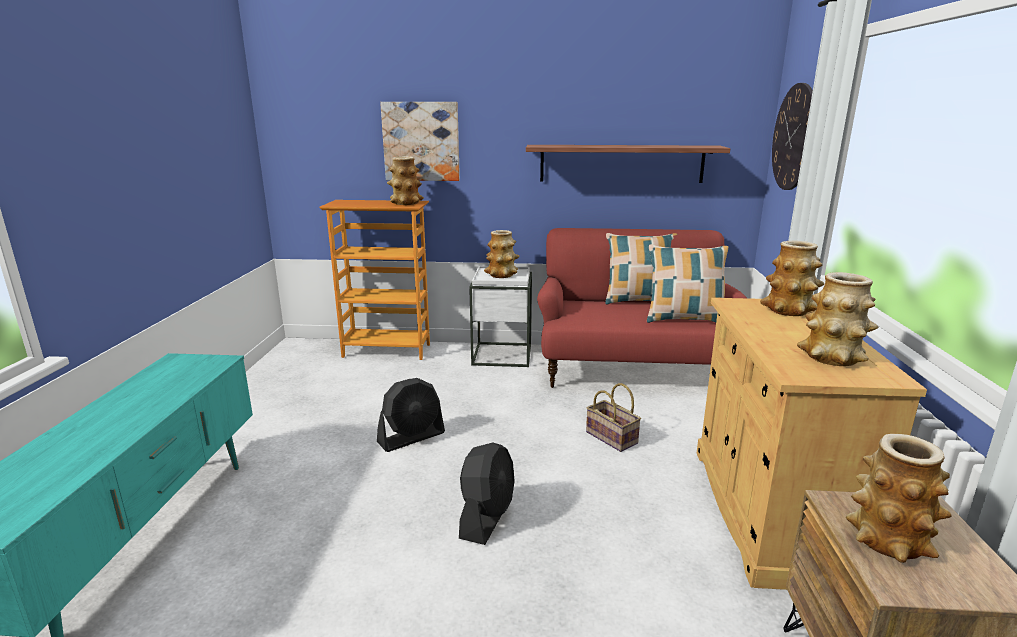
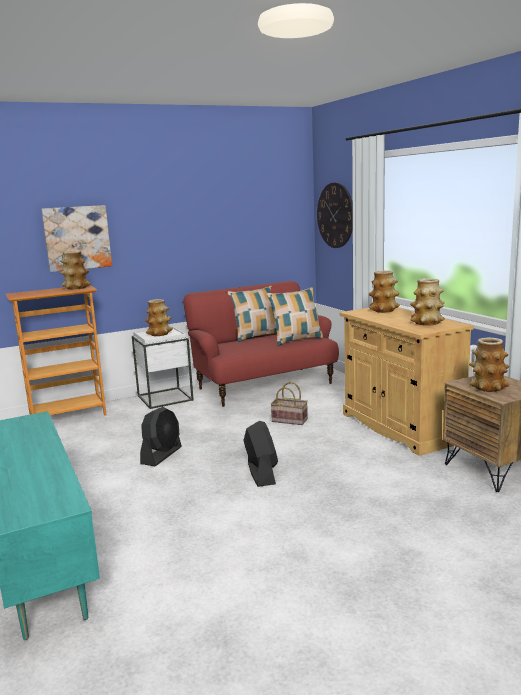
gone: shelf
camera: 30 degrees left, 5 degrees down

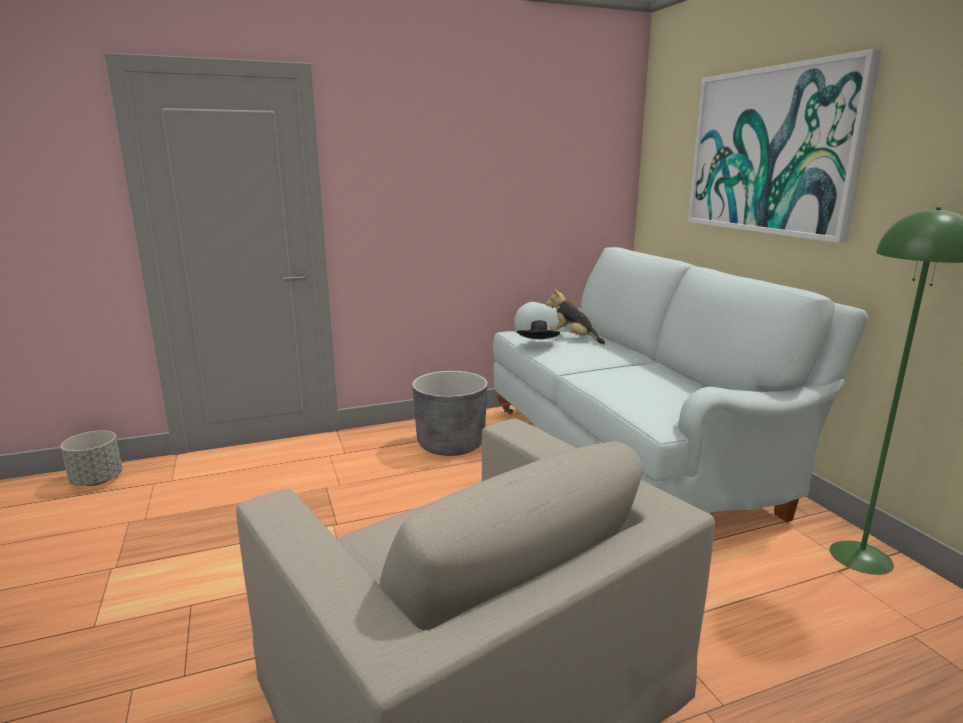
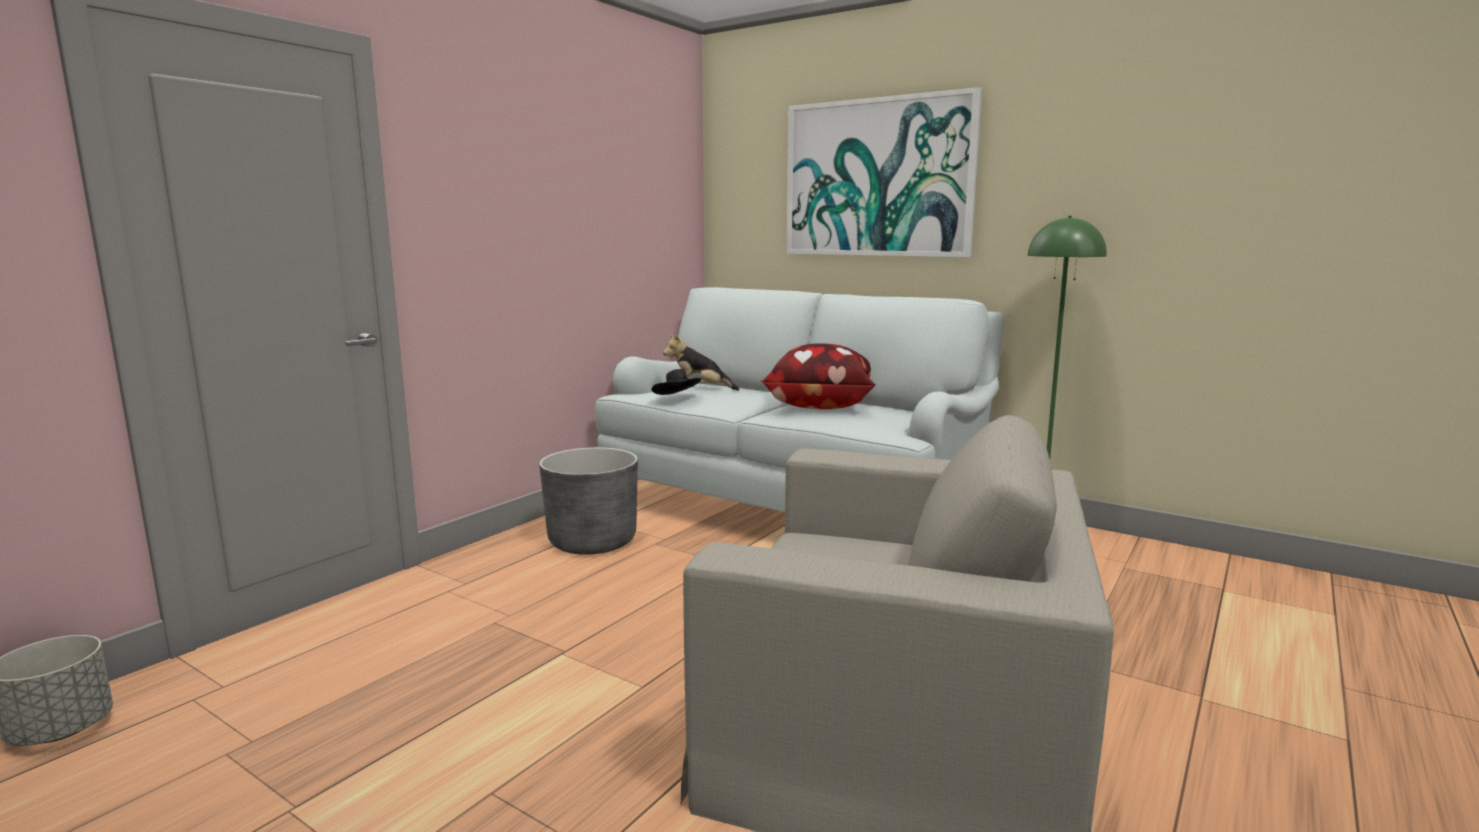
new: pillow
camera: 35 degrees left, 5 degrees down

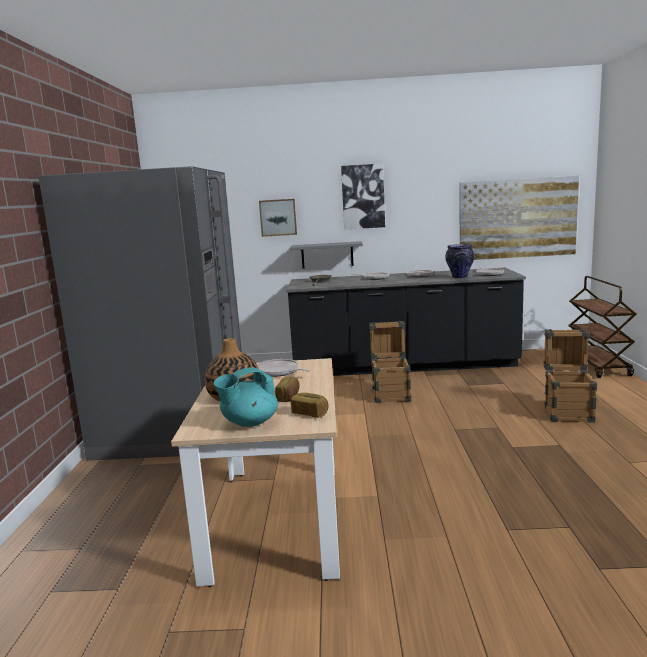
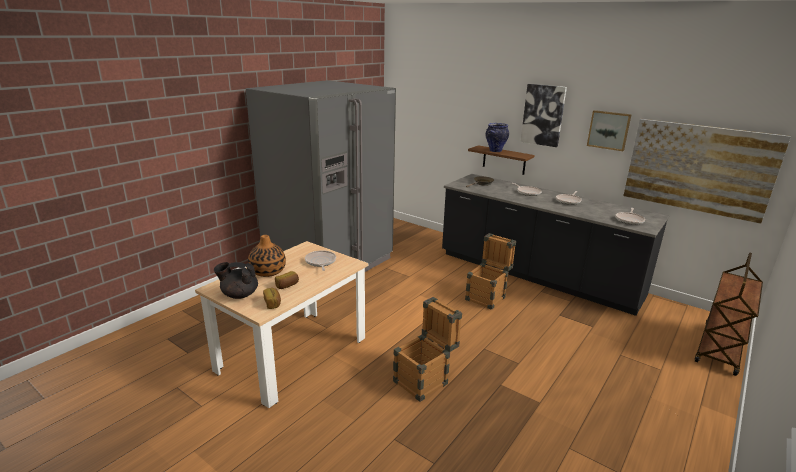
shifted: shipping crate (no. 2 from left in the first image) to shipping crate (no. 1 from left); vase (no. 2 from left); wall picture (no. 1 from left in the first image) to wall picture (no. 2 from left)
repainted: turquoise-coloured tea pot to black tea pot; greyish shelf to brown-coloured shelf
camera: 35 degrees right, 10 degrees up

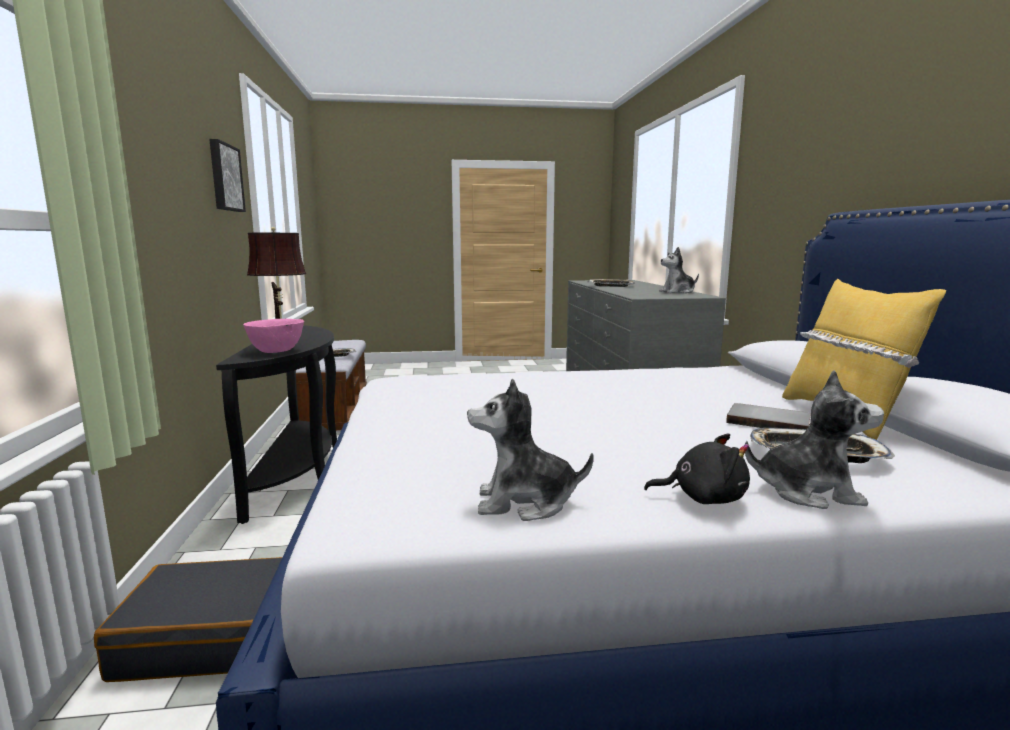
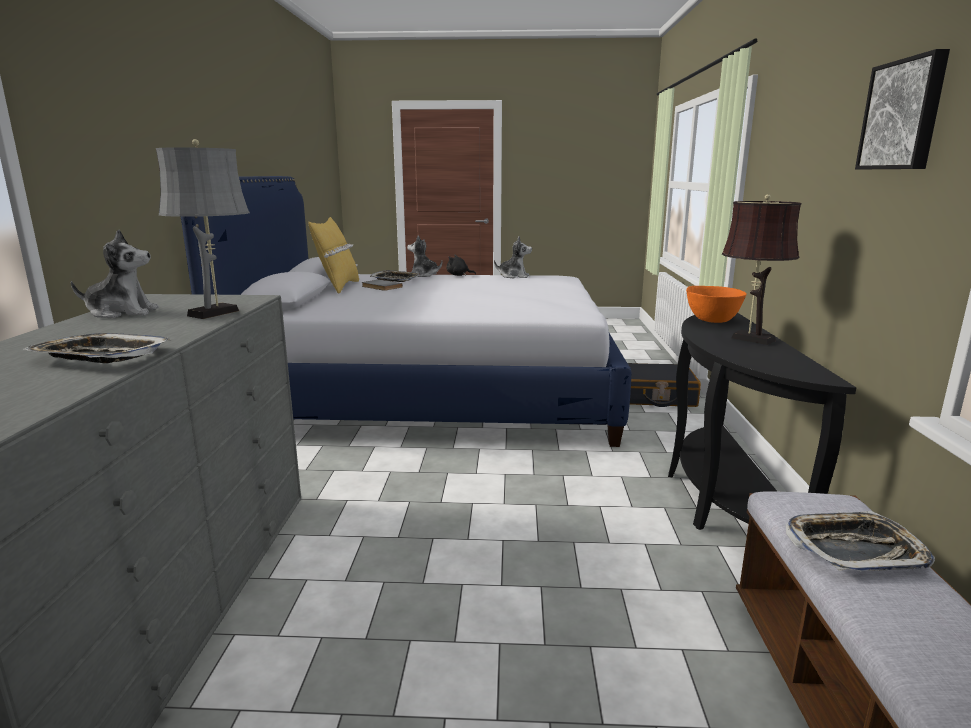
new: greyish table lamp
repainted: pink-coloured bowl to orange bowl
camera: 170 degrees left, 5 degrees up

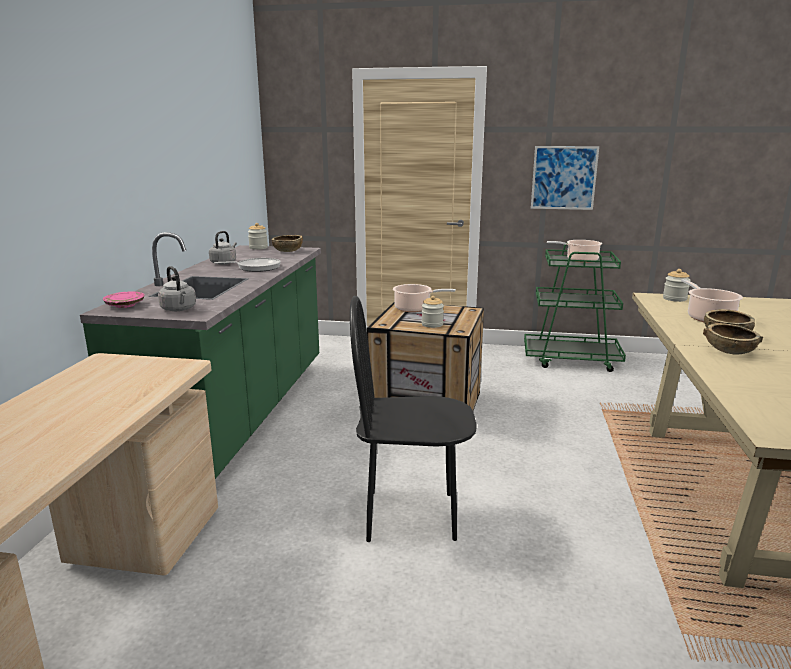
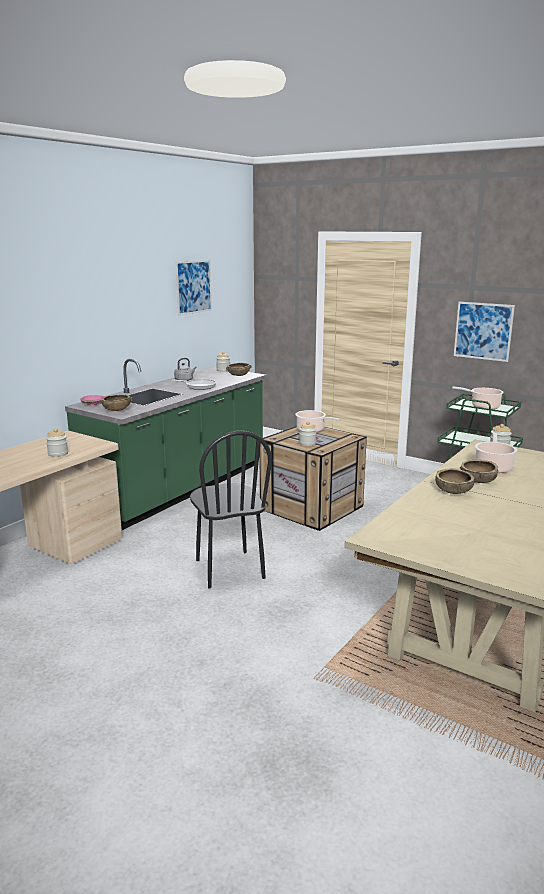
new: preserve jar (no. 1 from left); wall picture (no. 1 from left)
swapped: greyish water kettle (no. 1 from left) to brown-coloured bowl (no. 1 from left)
rotated: black chair 135 degrees counterclockwise
camera: 25 degrees right, 0 degrees up

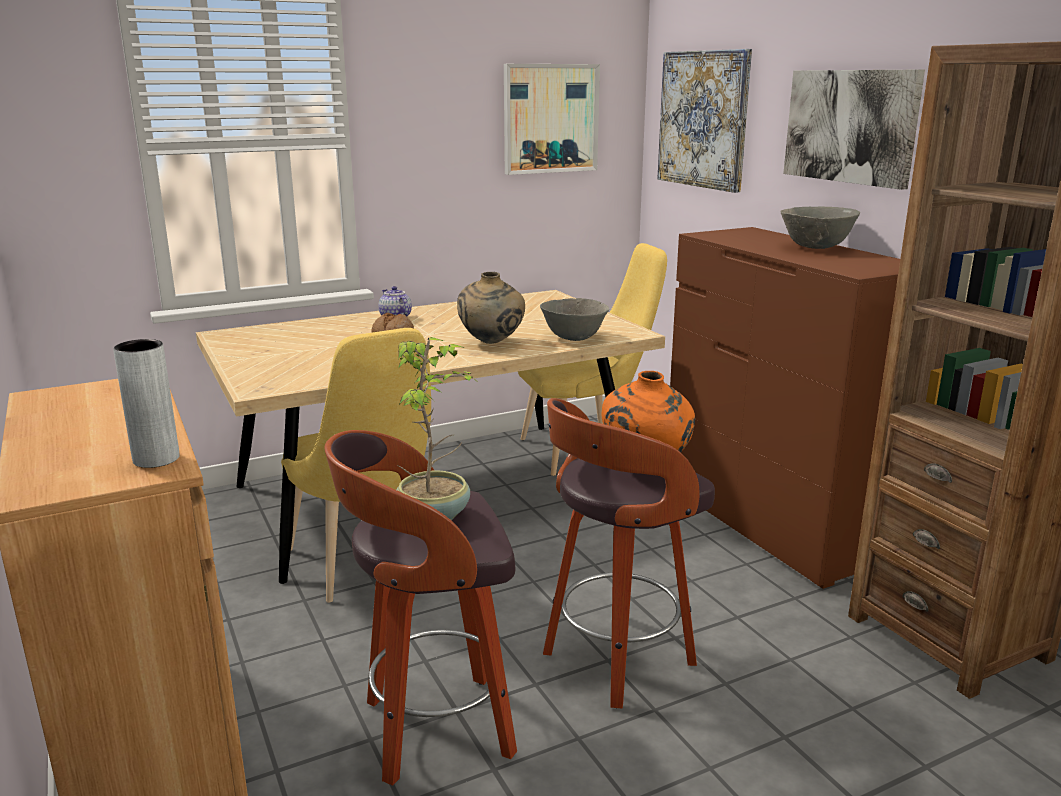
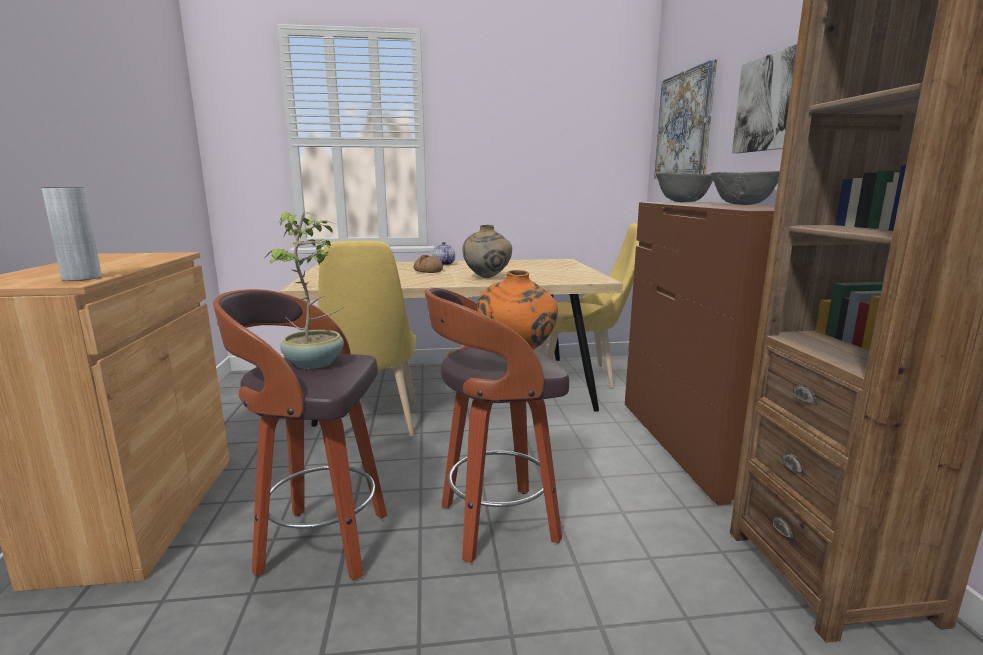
gone: wall picture (no. 1 from left)
shifted: greyish bowl (no. 1 from left)
camera: 20 degrees right, 5 degrees down

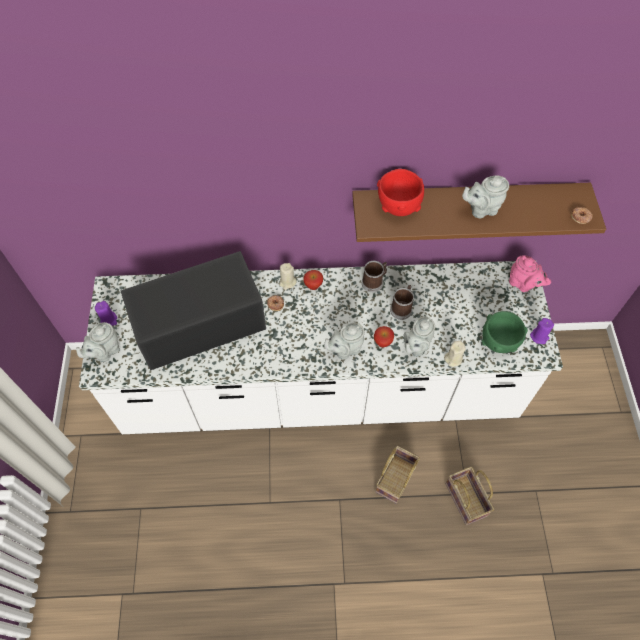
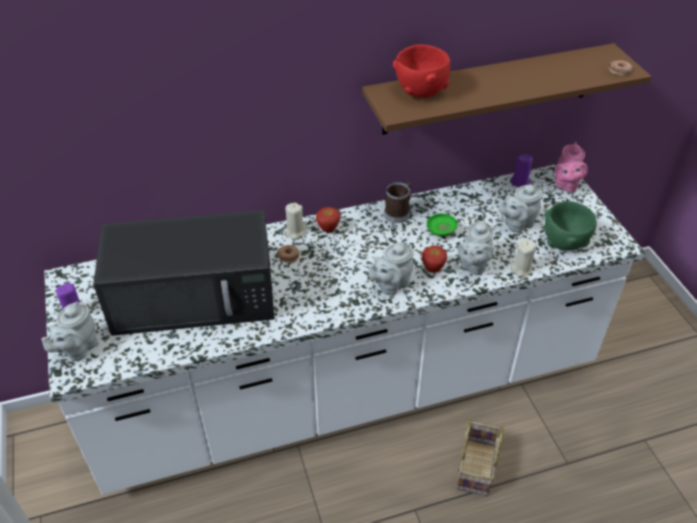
gone: storage basket (no. 2 from left)
shifted: greyish tea pot (no. 4 from left); purplish wax light (no. 2 from left)
swapped: tea mug (no. 2 from left) to green bowl (no. 1 from left)
rotated: black microwave oven 150 degrees counterclockwise; pink-coloured tea pot 75 degrees clockwise
camera: 15 degrees left, 15 degrees down

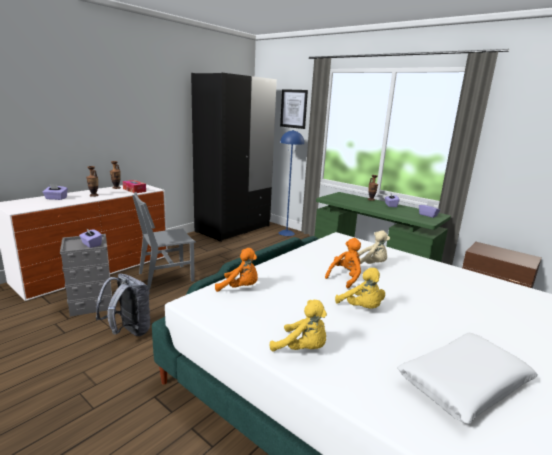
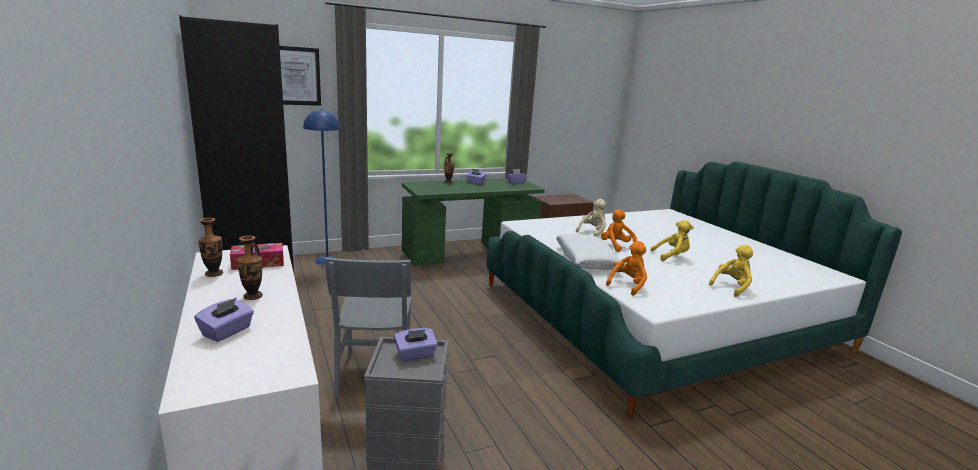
gone: greyish rucksack
shifted: whitish pillow
camera: 65 degrees left, 0 degrees up

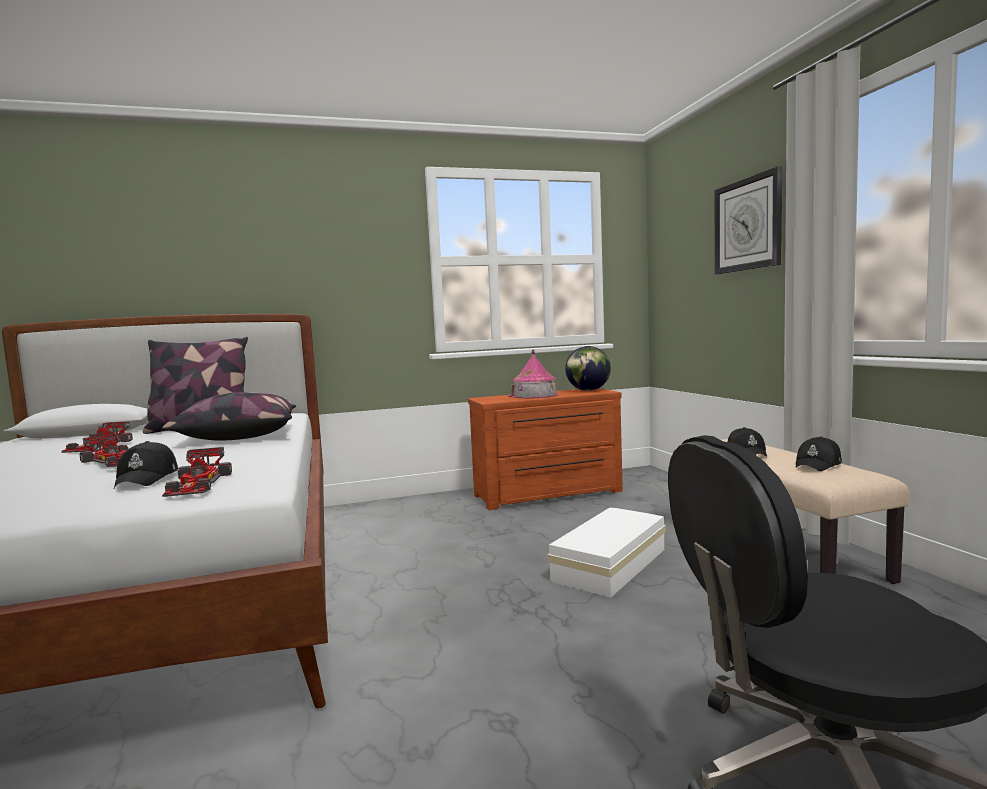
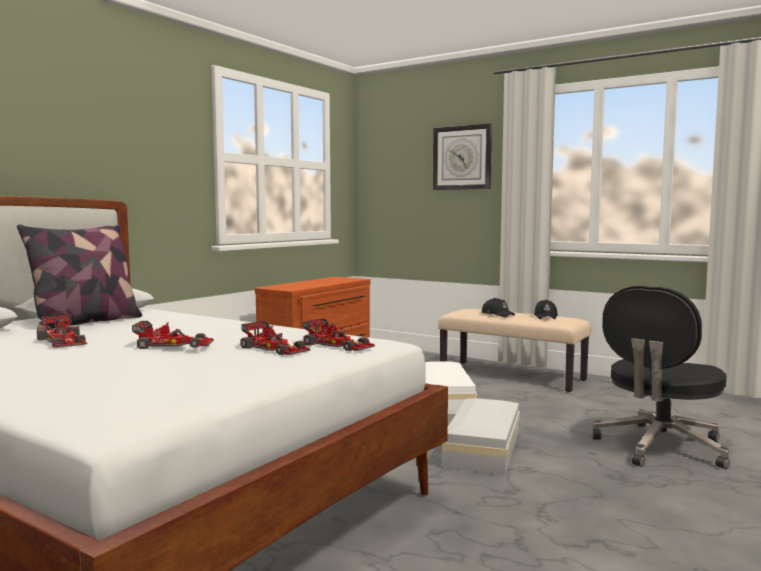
gone: pillow (no. 2 from left); toy house; globe
new: whitish storage container (no. 2 from left)
swapped: black cap (no. 1 from left) to model car (no. 3 from left)
camera: 40 degrees left, 0 degrees up

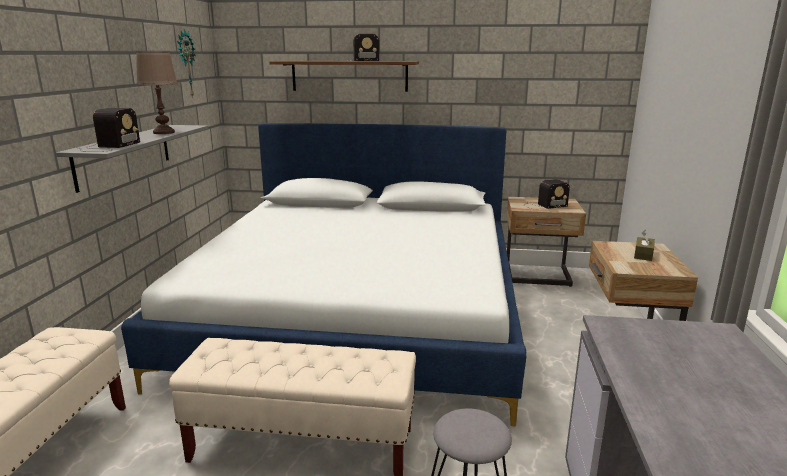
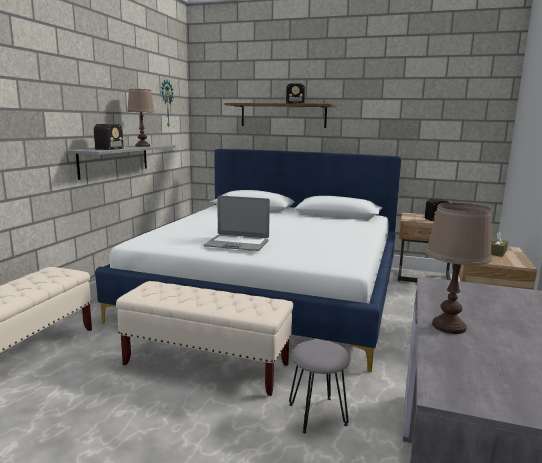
new: portable computer; brown-coloured table lamp (no. 2 from left)
camera: 10 degrees right, 5 degrees down

